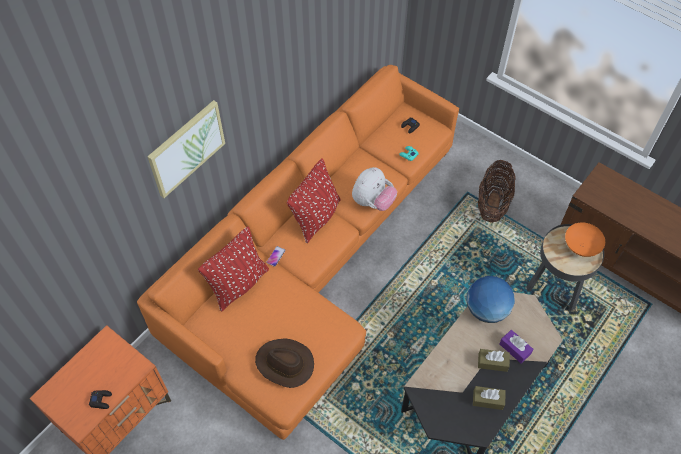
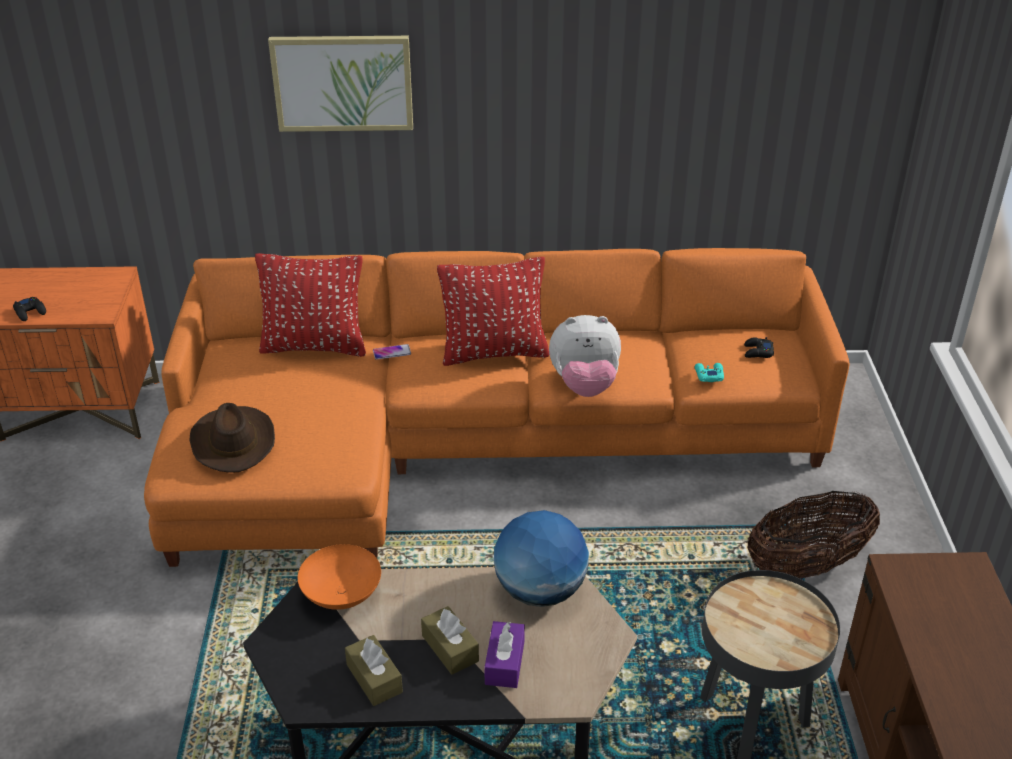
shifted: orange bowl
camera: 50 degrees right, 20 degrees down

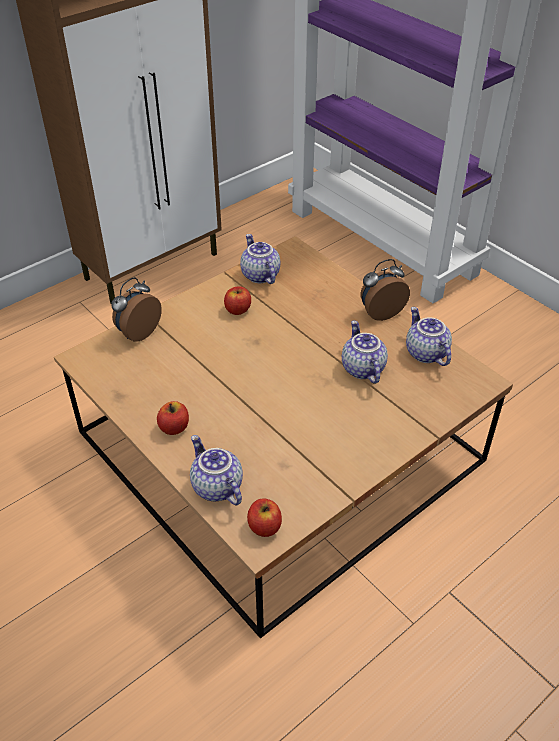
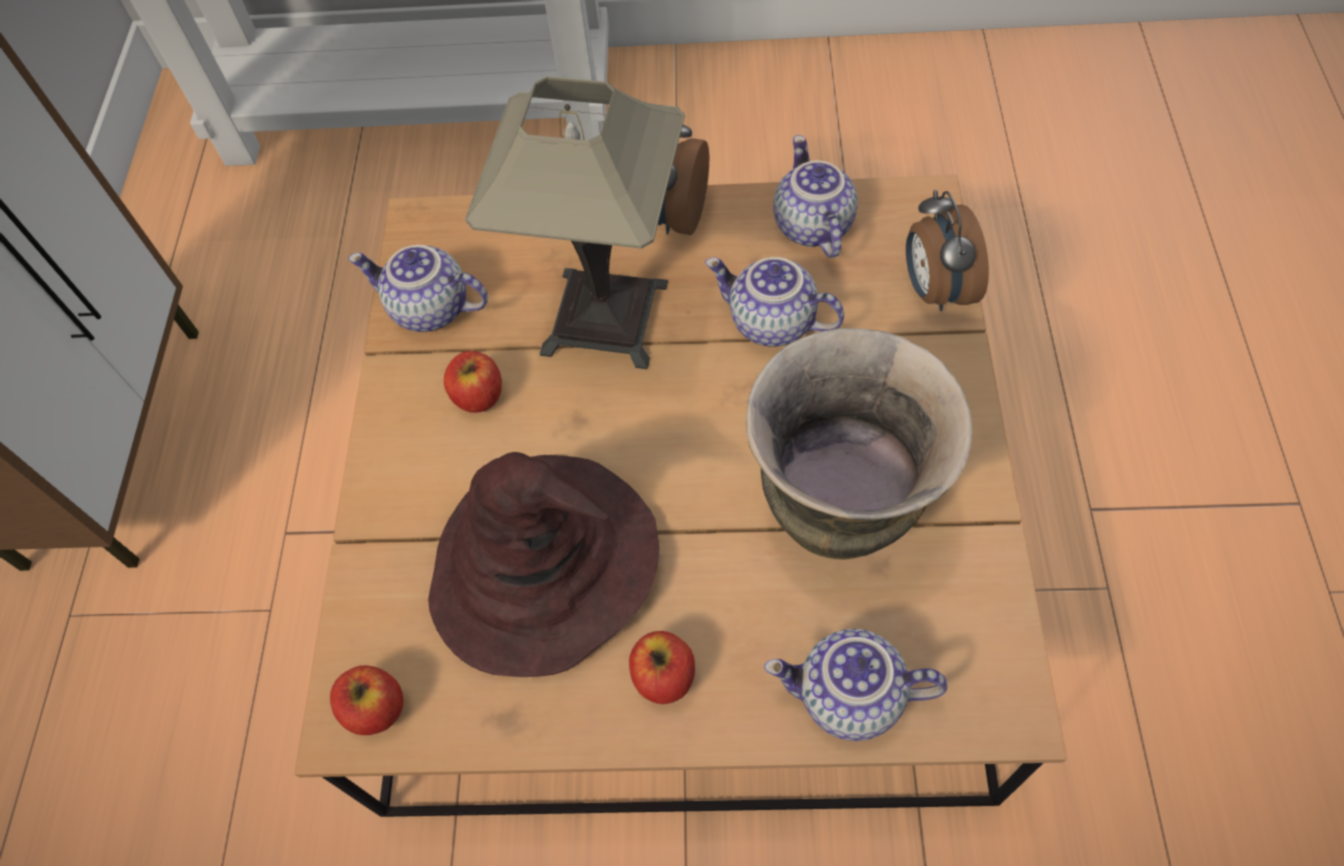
new: brown-coloured wearable hat; table lamp; vase
shifted: apple fruit (no. 3 from left in the first image) to apple fruit (no. 1 from left); alarm clock (no. 1 from left in the first image) to alarm clock (no. 2 from left)
rotated: tea pot (no. 4 from left in the first image) 60 degrees clockwise
camera: 45 degrees left, 15 degrees up

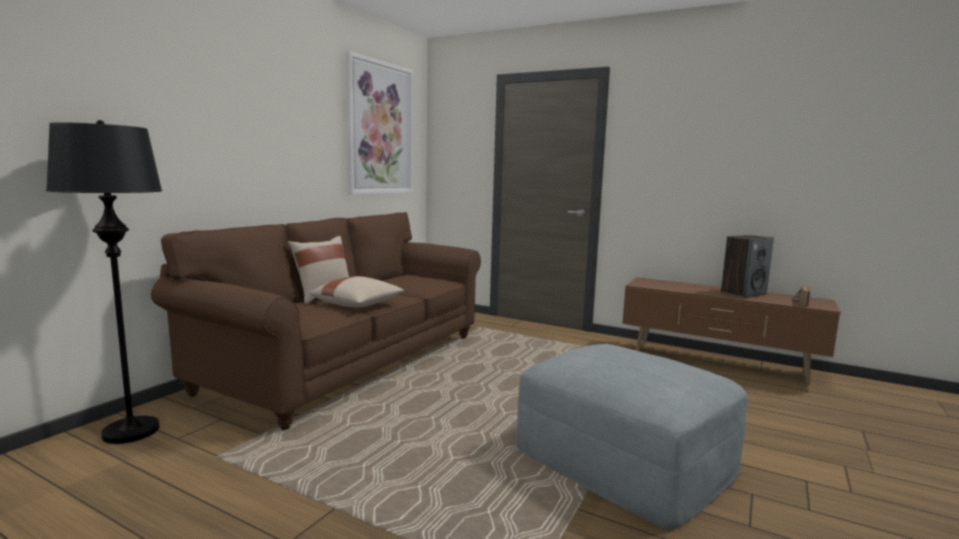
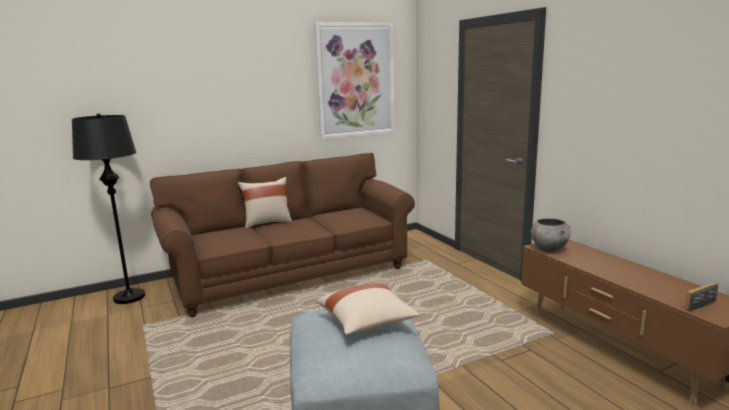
gone: speaker
new: greyish bowl
shifted: sand-coloured pillow (no. 2 from left)
camera: 35 degrees right, 5 degrees up

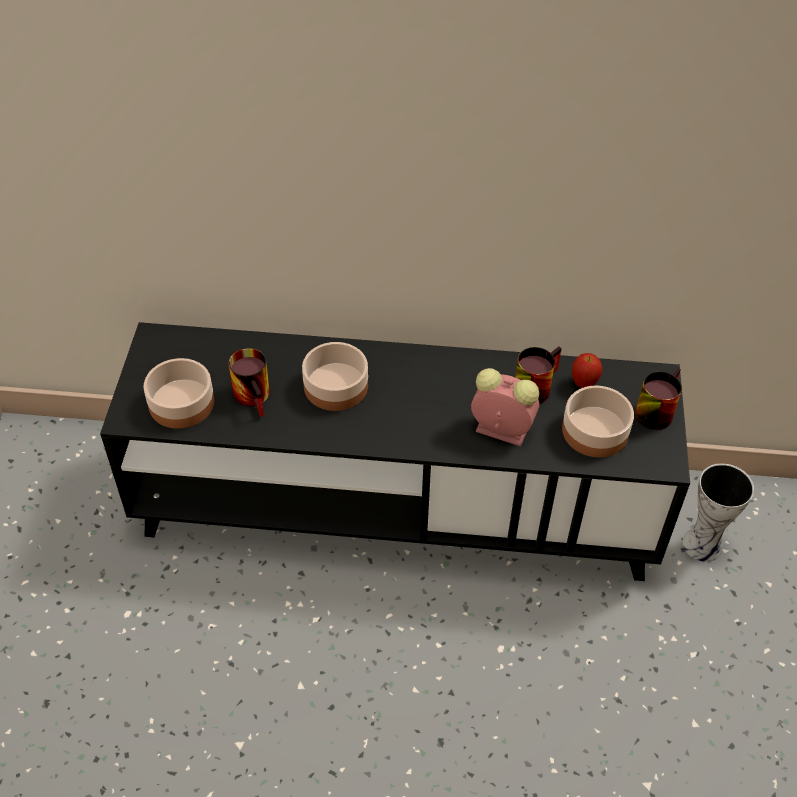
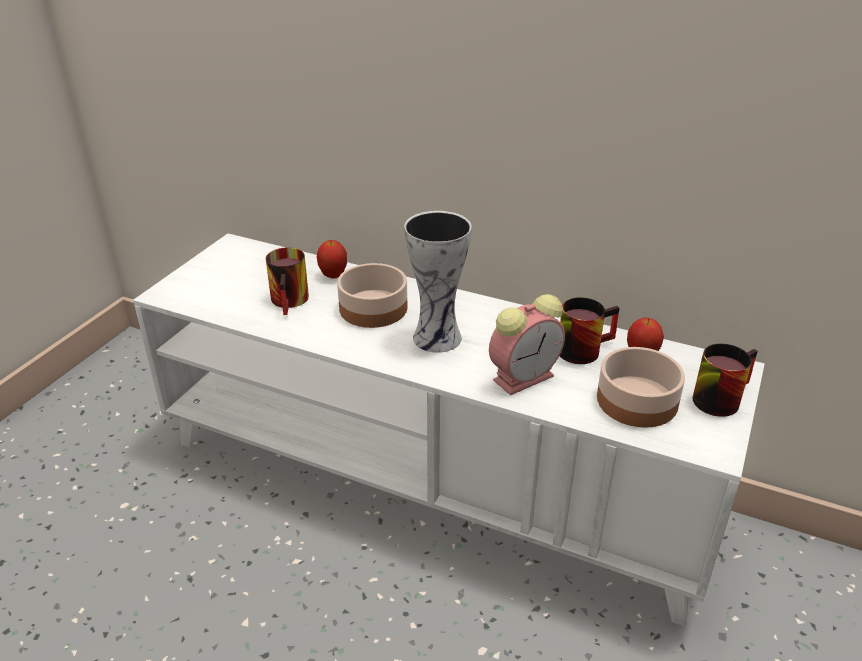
gone: bowl (no. 1 from left)
new: apple fruit (no. 1 from left)
shifted: vase
repainted: black media console to whitish media console
rotated: alarm clock 105 degrees clockwise
camera: 20 degrees right, 15 degrees down

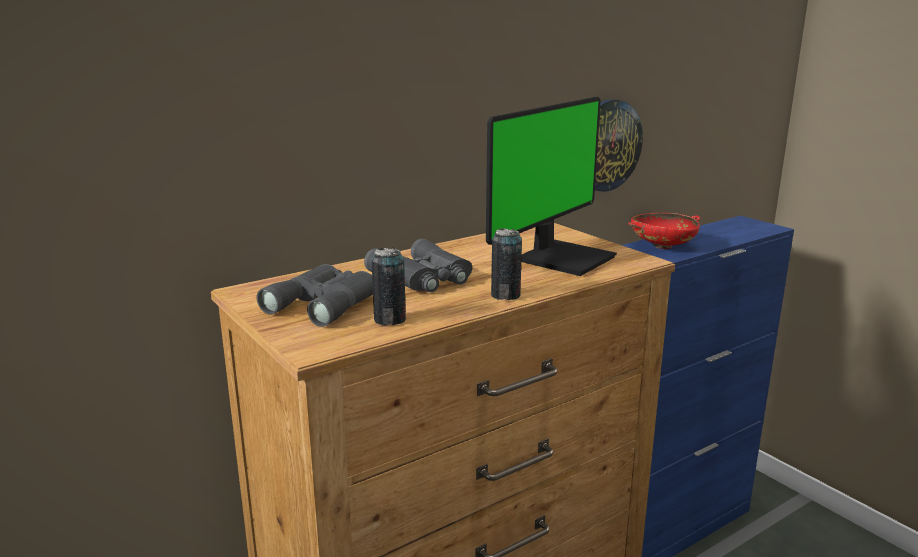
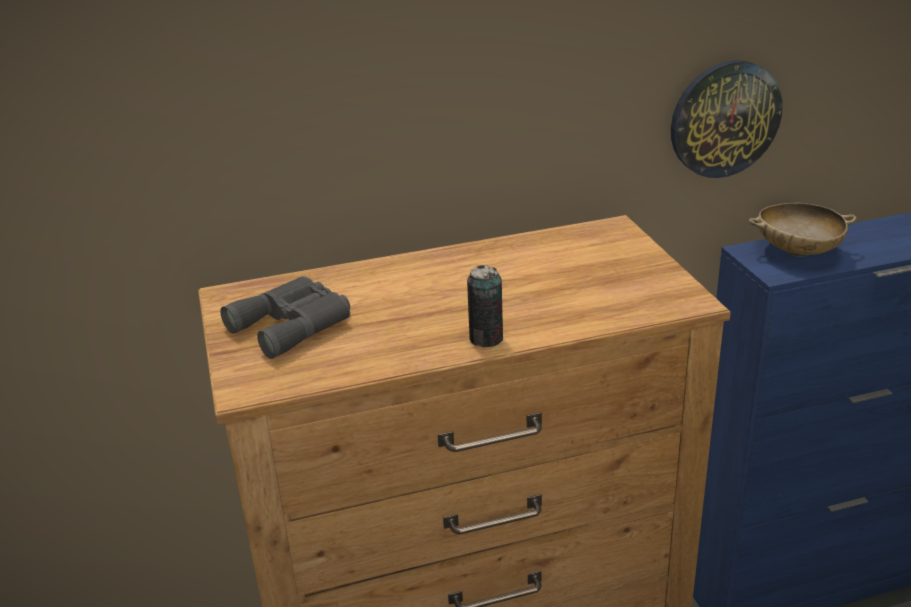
gone: greyish binoculars (no. 2 from left); sealed can (no. 1 from left); computer screen
repainted: red bowl to sand-coloured bowl
camera: 20 degrees right, 10 degrees up

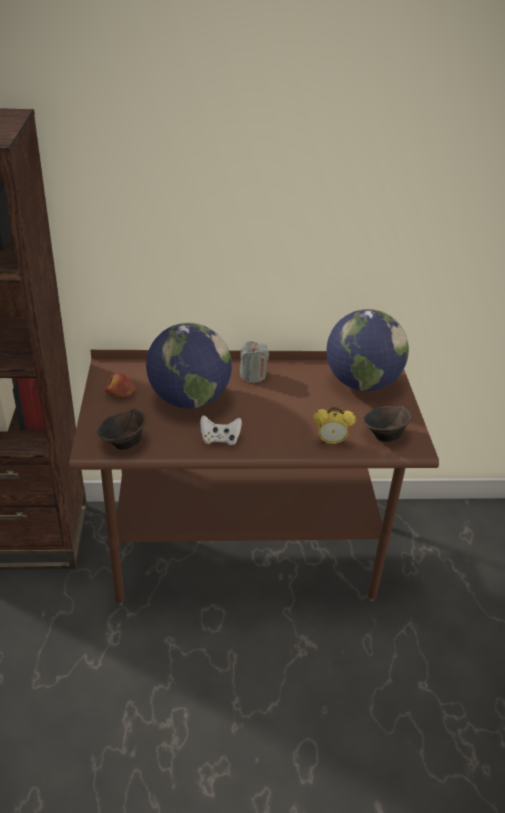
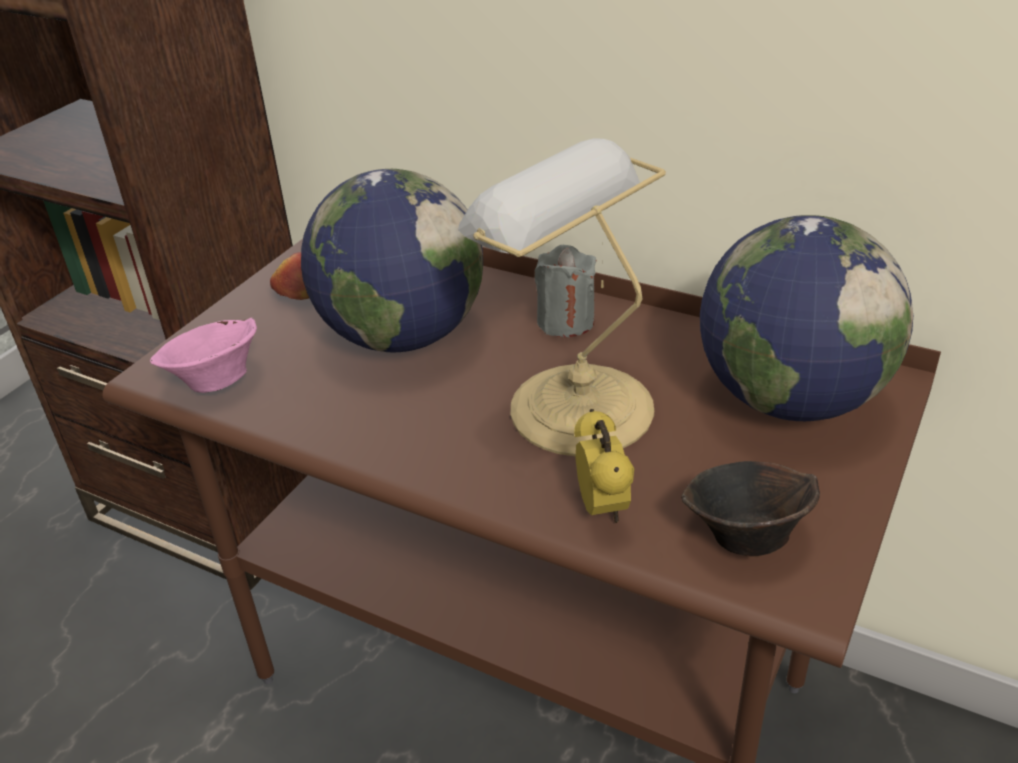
gone: whitish joypad
new: table lamp
repainted: brown-coloured bowl (no. 1 from left) to pink-coloured bowl
rotated: alarm clock 135 degrees counterclockwise
camera: 35 degrees right, 0 degrees up

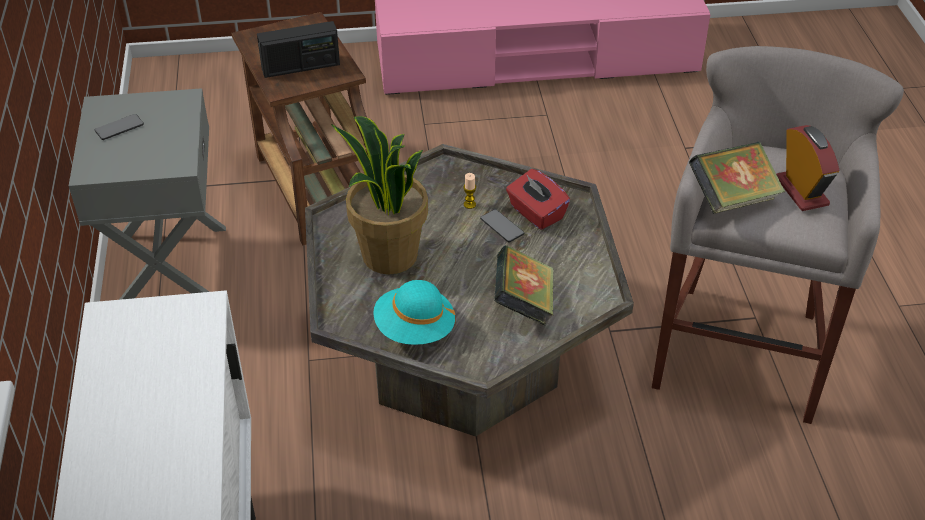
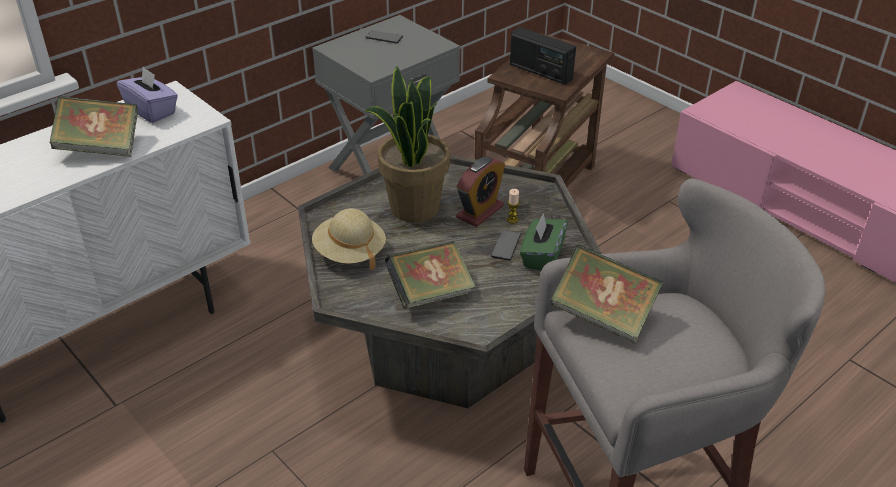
new: volume (no. 1 from left); purplish box of tissues
shifted: alarm clock
repainted: turquoise-coloured wearable hat to sand-coloured wearable hat; red box of tissues to green box of tissues
camera: 55 degrees right, 5 degrees down

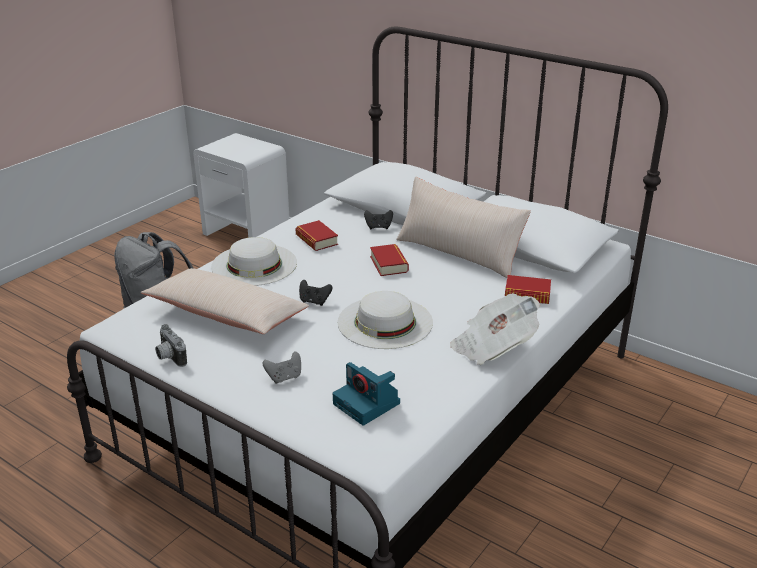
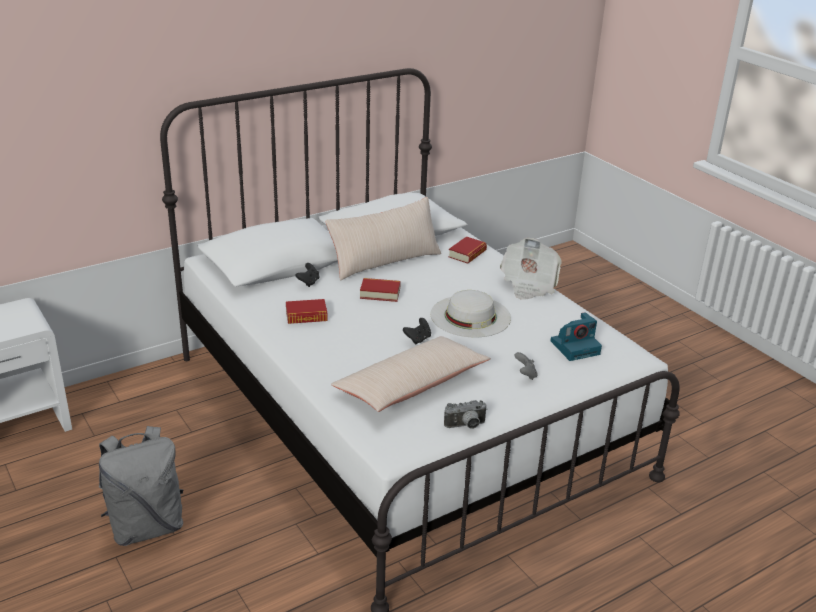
gone: whitish wearable hat (no. 1 from left)
camera: 70 degrees left, 0 degrees up

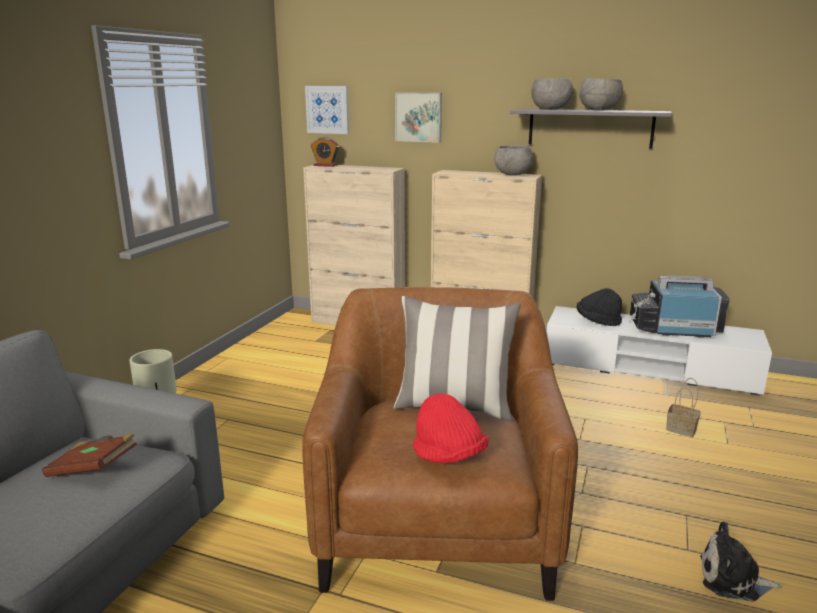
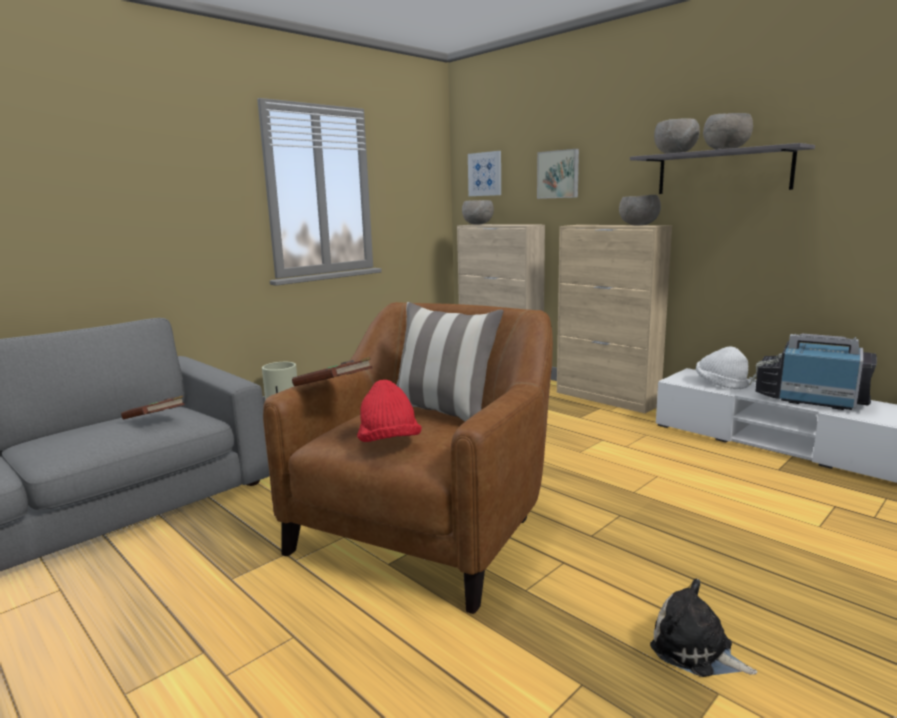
gone: storage basket
new: brown-coloured volume (no. 2 from left)
swapped: alarm clock to greyish bowl (no. 1 from left)
repainted: black wearable hat to whitish wearable hat
camera: 25 degrees right, 5 degrees down

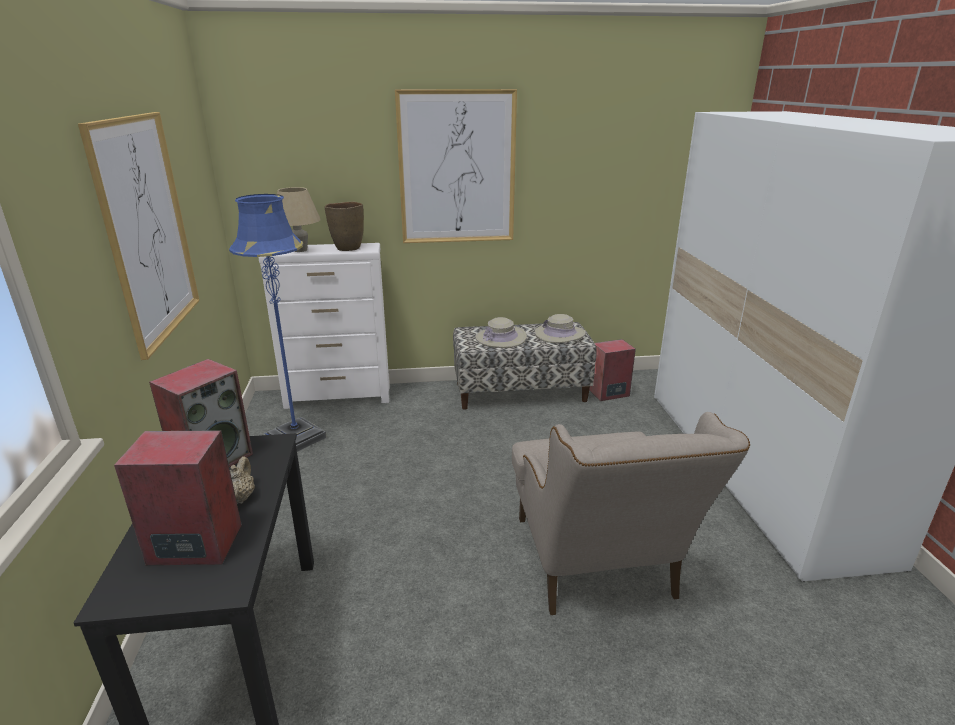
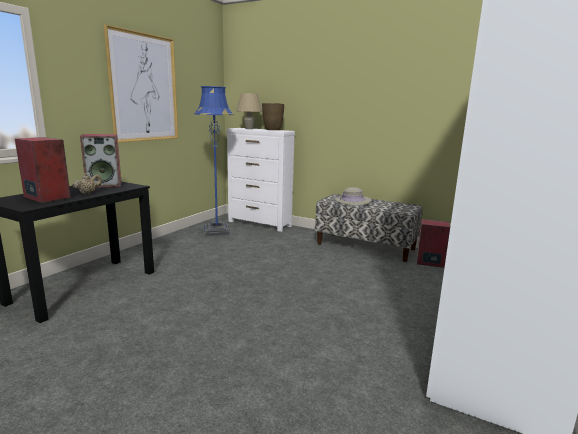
gone: wall picture (no. 2 from left); sand-coloured armchair; sand-coloured wearable hat (no. 2 from left)
camera: 35 degrees right, 10 degrees down

